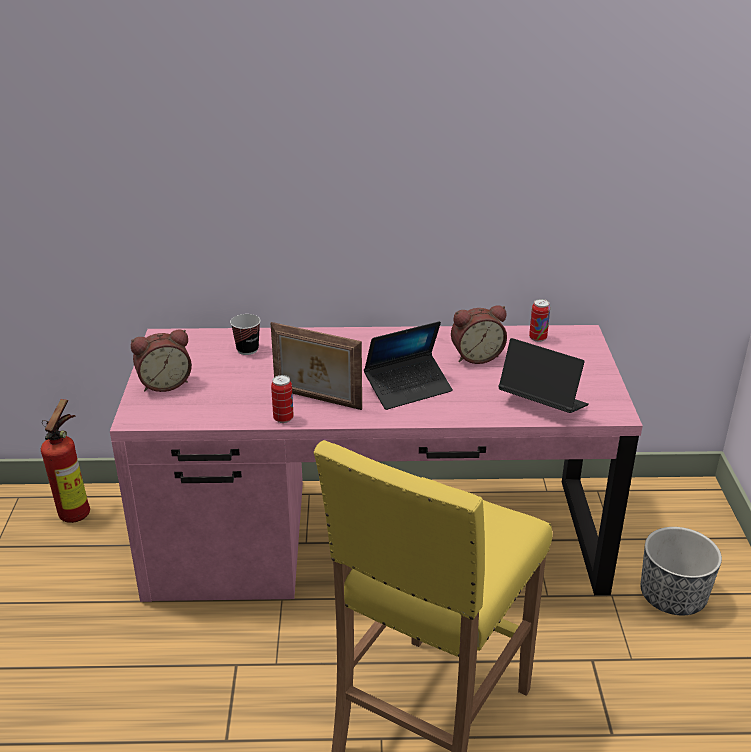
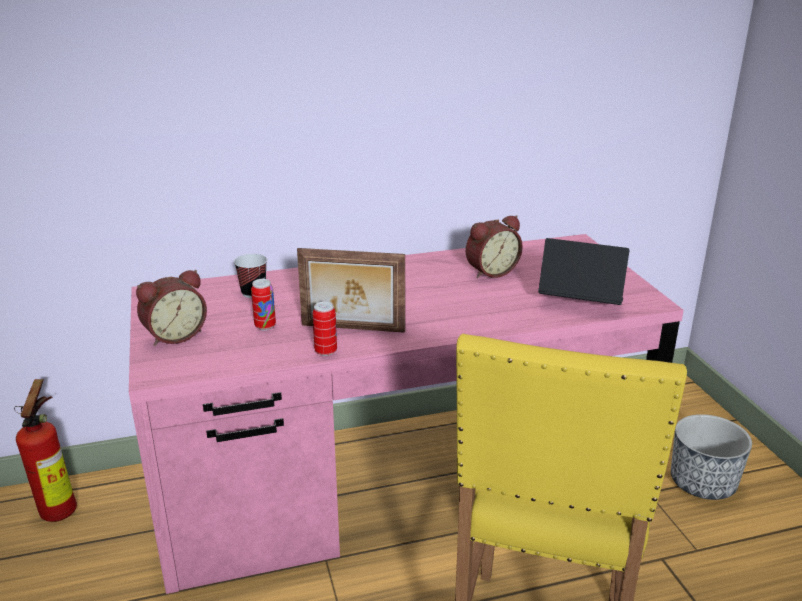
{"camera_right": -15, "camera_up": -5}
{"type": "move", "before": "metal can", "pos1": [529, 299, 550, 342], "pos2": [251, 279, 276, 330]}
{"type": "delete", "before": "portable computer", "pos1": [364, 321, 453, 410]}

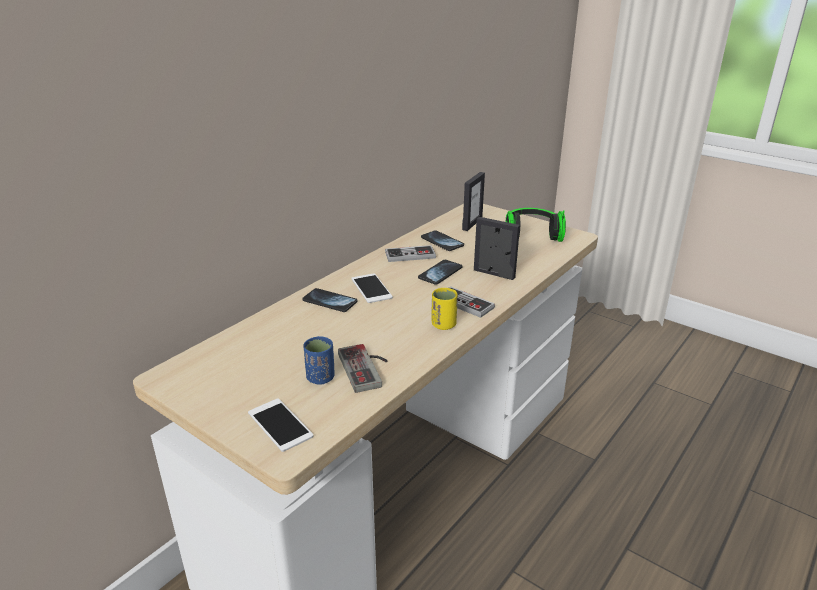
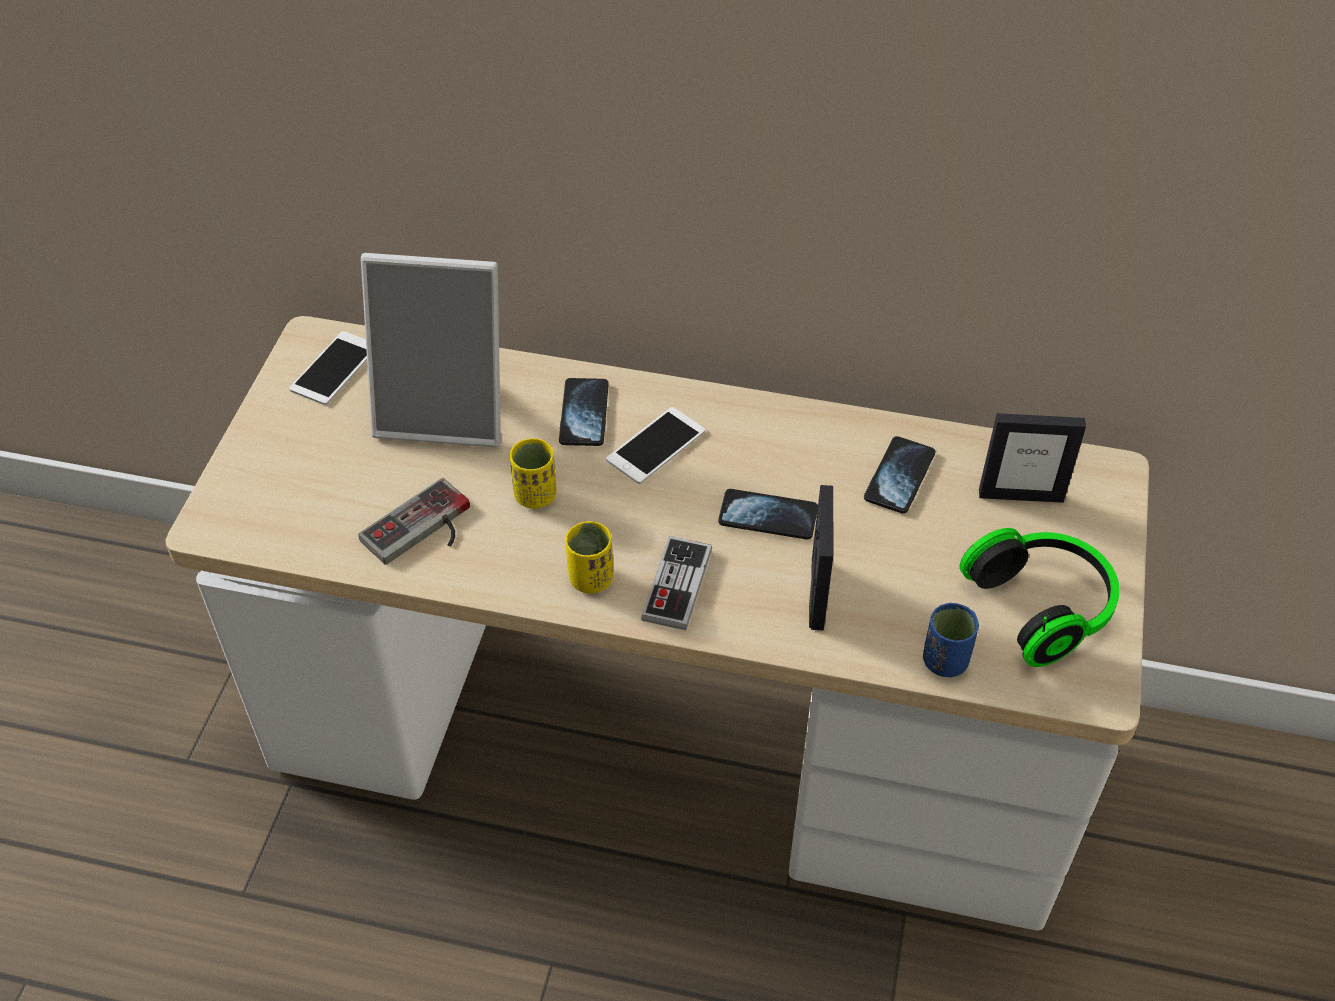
{"camera_right": 65, "camera_up": 20}
{"type": "move", "before": "handset", "pos1": [248, 398, 314, 452], "pos2": [289, 331, 367, 405]}
{"type": "insert", "after": "picture frame", "pos2": [361, 253, 501, 447]}
{"type": "insert", "after": "yellow small cup", "pos2": [510, 438, 556, 509]}
{"type": "move", "before": "bluish small cup", "pos1": [303, 336, 334, 385], "pos2": [923, 603, 979, 677]}
{"type": "delete", "before": "game controller", "pos1": [385, 245, 436, 262]}

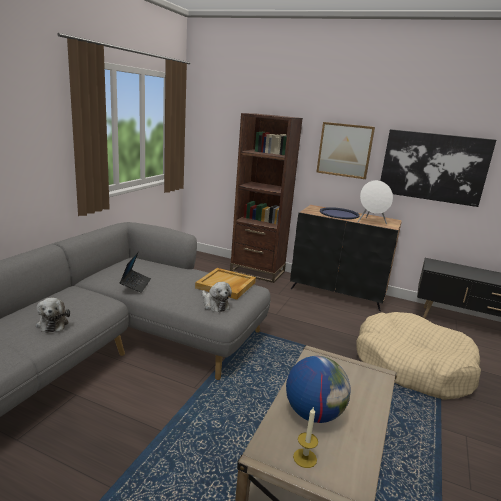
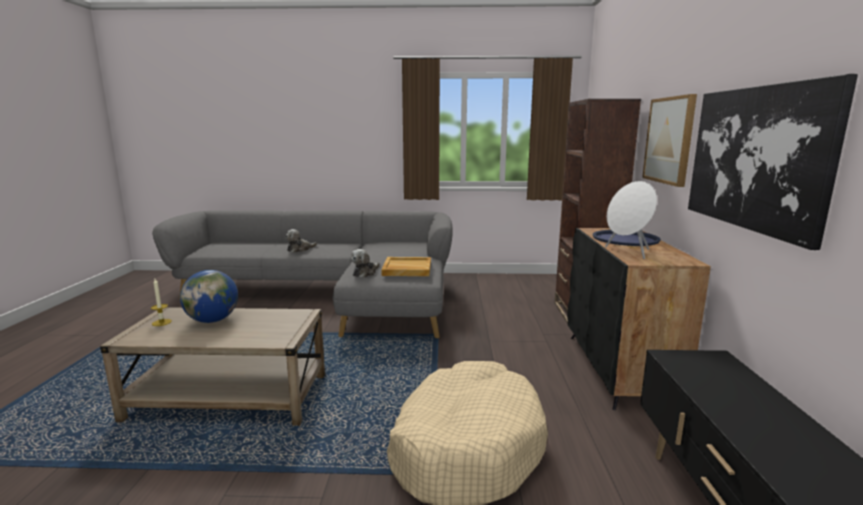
{"camera_right": 70, "camera_up": -5}
{"type": "delete", "before": "portable computer", "pos1": [119, 252, 151, 293]}

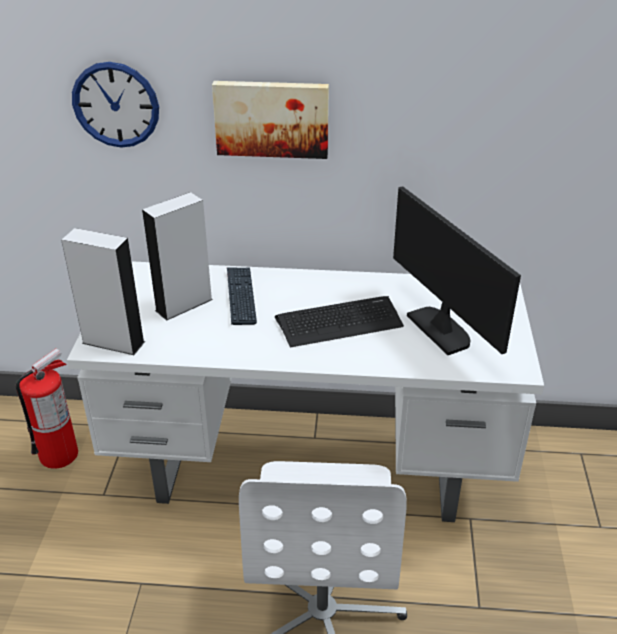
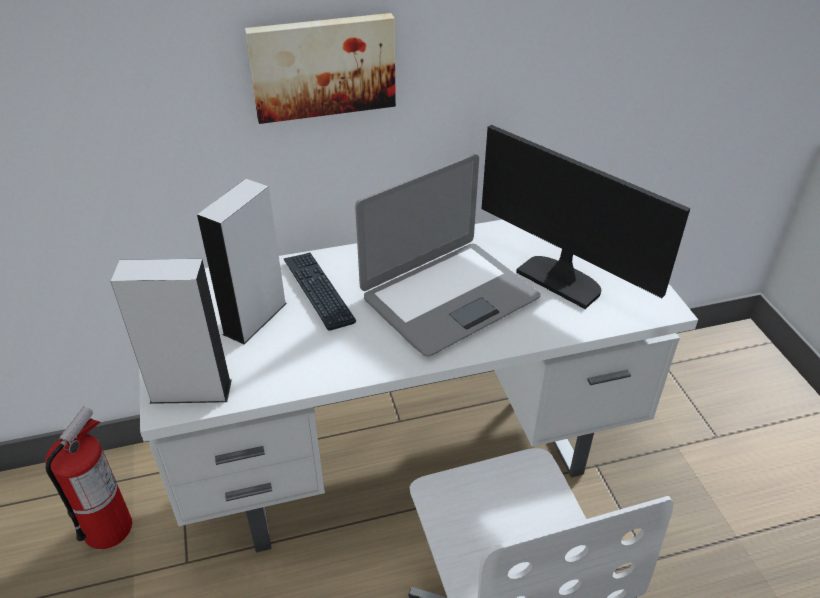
{"camera_right": -20, "camera_up": 5}
{"type": "replace", "before": "keyboard", "after": "portable computer", "pos1": [275, 296, 404, 347], "pos2": [355, 154, 541, 357]}
{"type": "delete", "before": "clock on the wall", "pos1": [72, 62, 159, 148]}

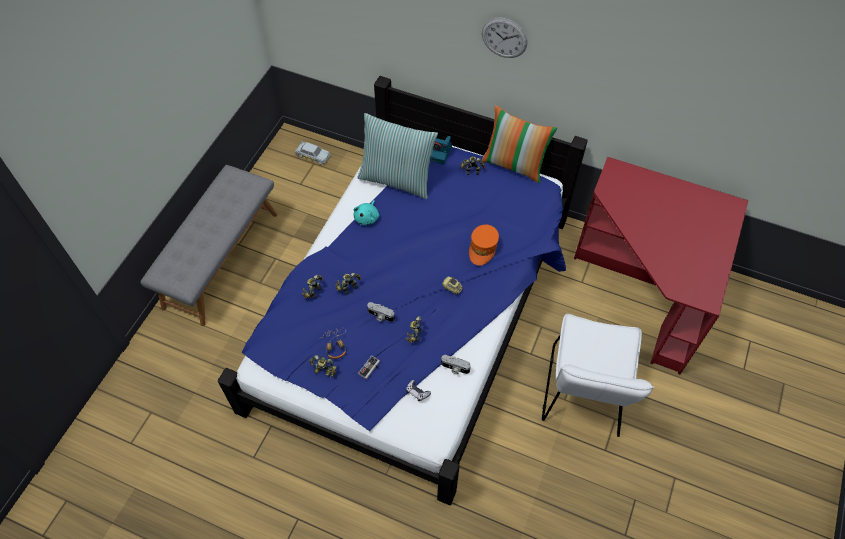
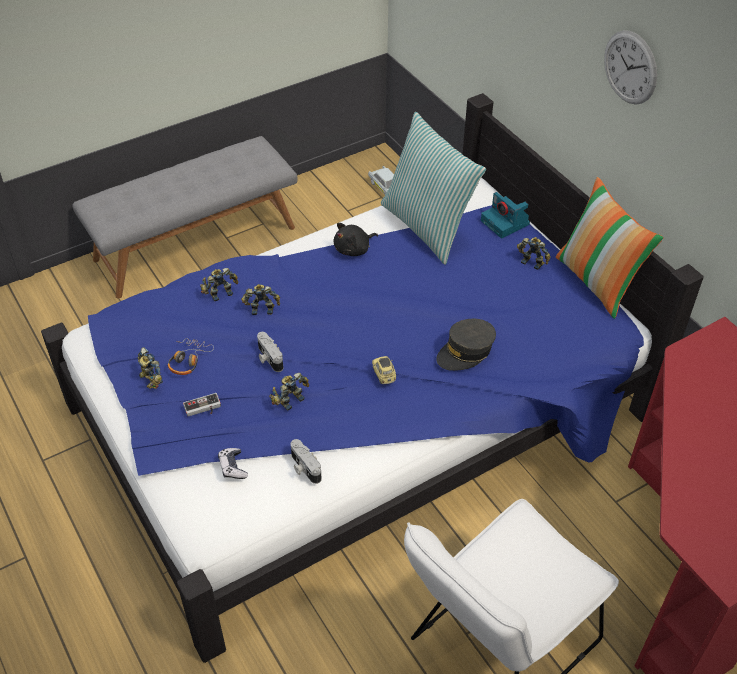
{"camera_right": 35, "camera_up": -10}
{"type": "recolor", "before": "turquoise-coloured plush toy", "after": "black plush toy", "pos1": [354, 200, 379, 225], "pos2": [334, 223, 378, 256]}
{"type": "recolor", "before": "orangey peaked cap", "after": "grey peaked cap", "pos1": [469, 225, 499, 265], "pos2": [436, 319, 496, 371]}

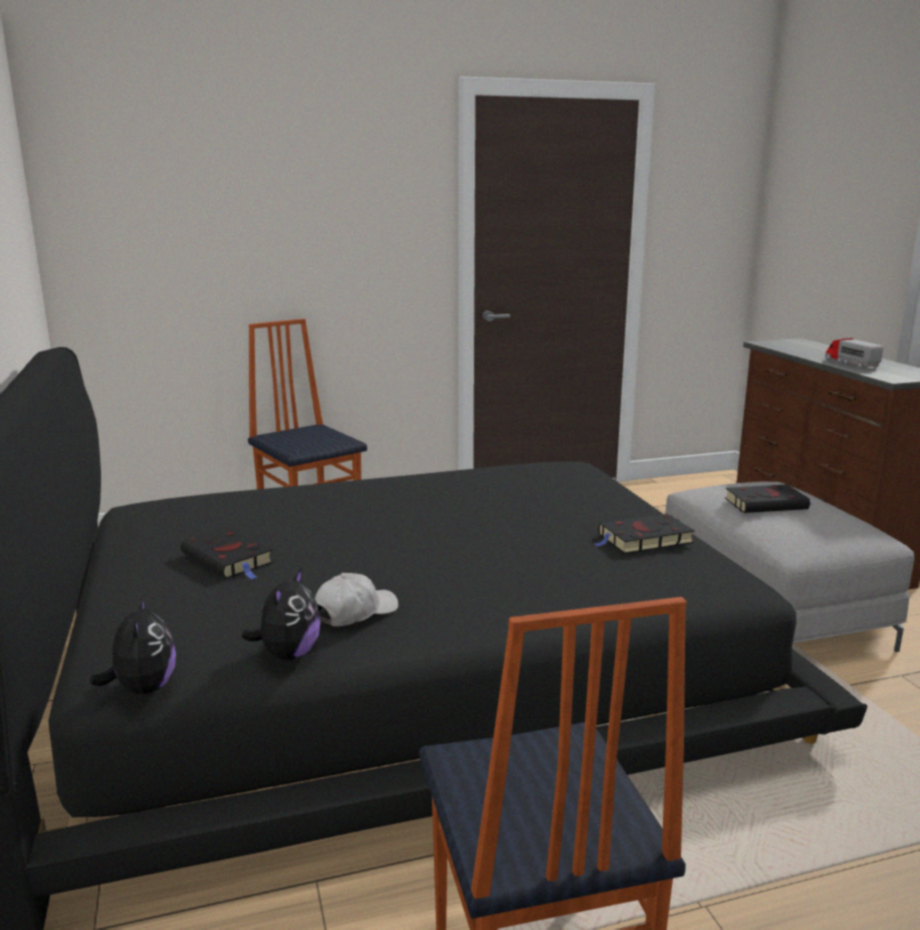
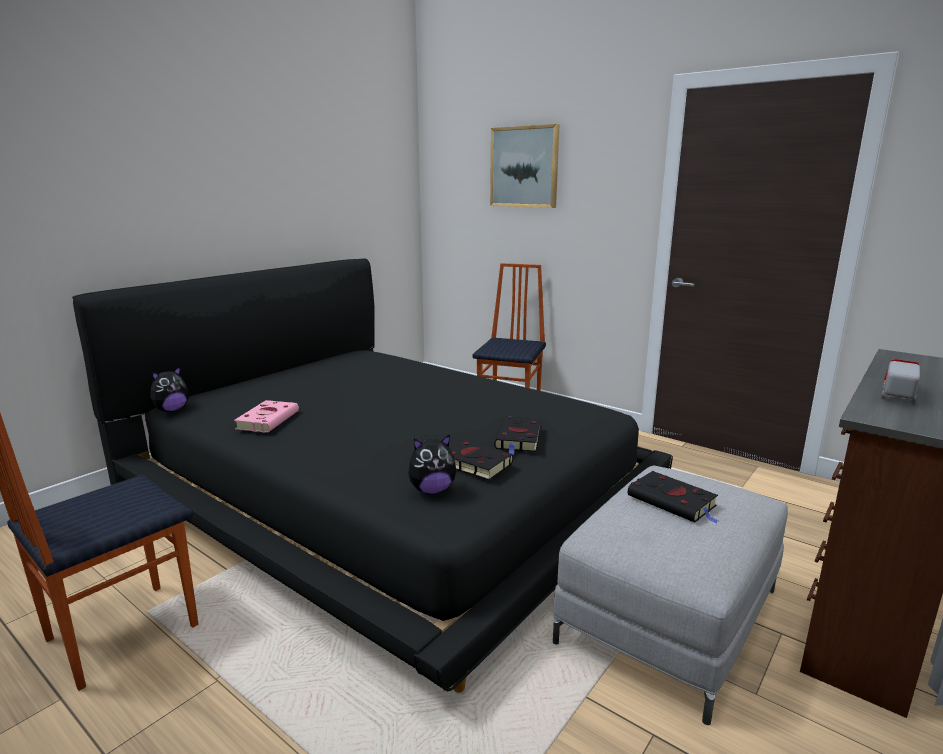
{"camera_right": 55, "camera_up": 0}
{"type": "replace", "before": "white-coloured peaked cap", "after": "pink-coloured bound book", "pos1": [315, 573, 398, 626], "pos2": [234, 400, 299, 433]}
{"type": "move", "before": "plush toy", "pos1": [242, 567, 321, 660], "pos2": [408, 434, 456, 494]}
{"type": "insert", "after": "wall art", "pos2": [490, 124, 560, 208]}
{"type": "move", "before": "black bound book", "pos1": [180, 527, 273, 579], "pos2": [494, 416, 541, 456]}

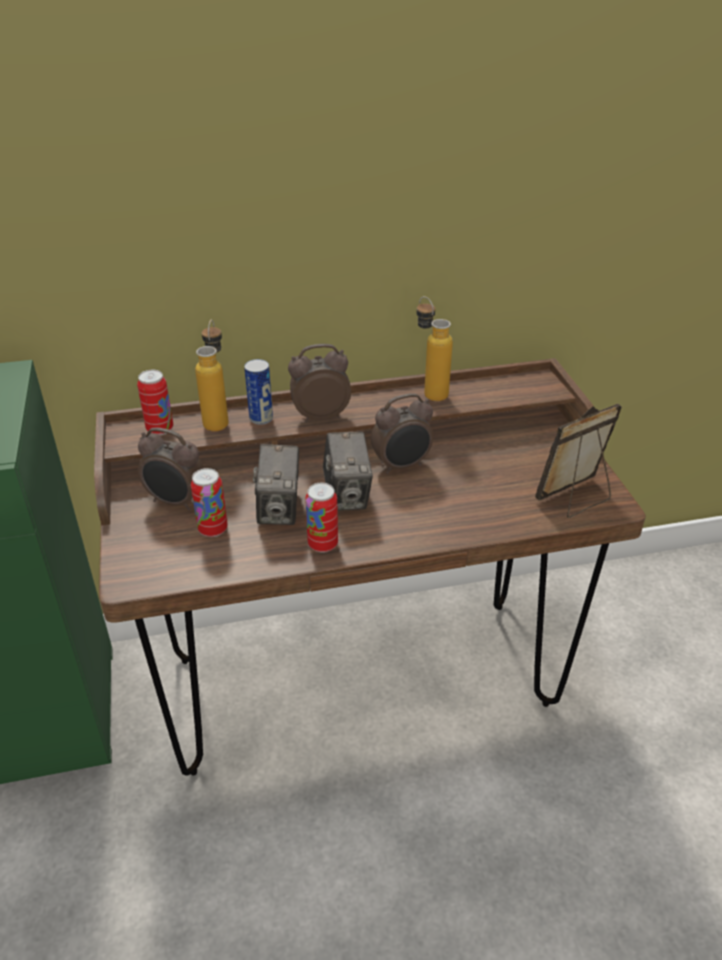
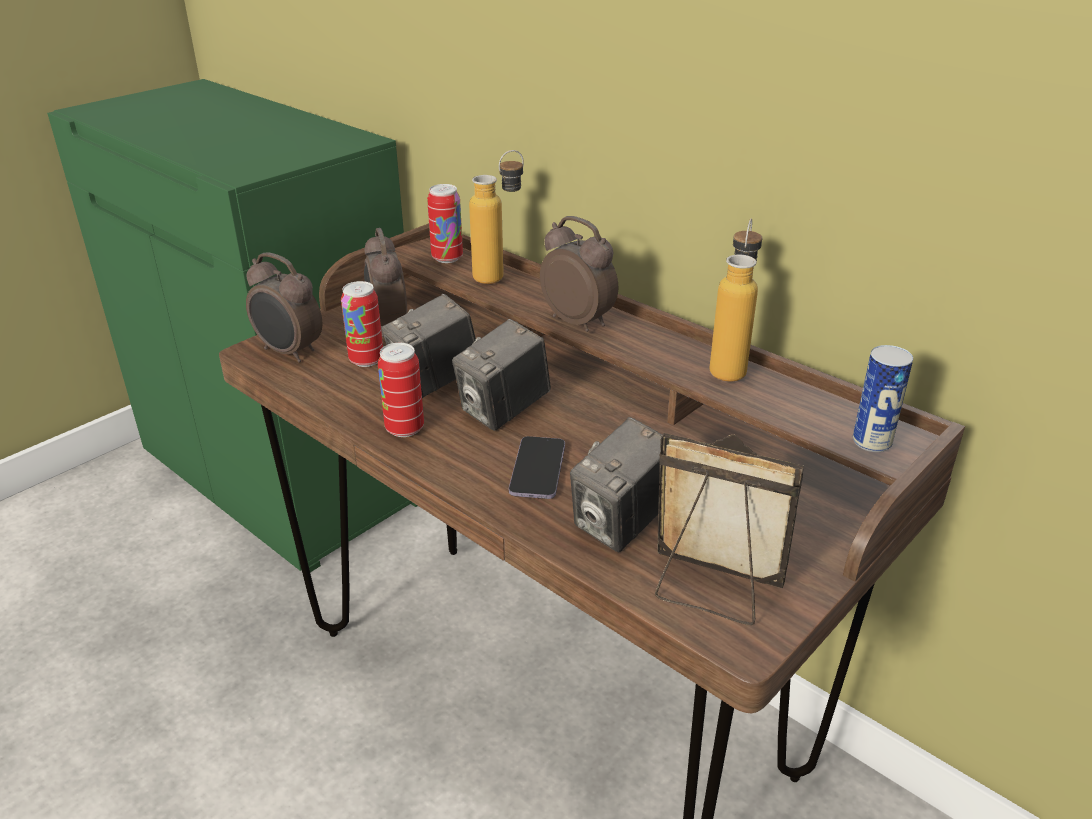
{"camera_right": 55, "camera_up": -5}
{"type": "move", "before": "alarm clock", "pos1": [371, 393, 434, 474], "pos2": [246, 252, 322, 363]}
{"type": "insert", "after": "handset", "pos2": [509, 436, 565, 499]}
{"type": "insert", "after": "still camera", "pos2": [570, 417, 662, 552]}
{"type": "move", "before": "metal can", "pos1": [244, 359, 273, 425], "pos2": [853, 345, 913, 452]}

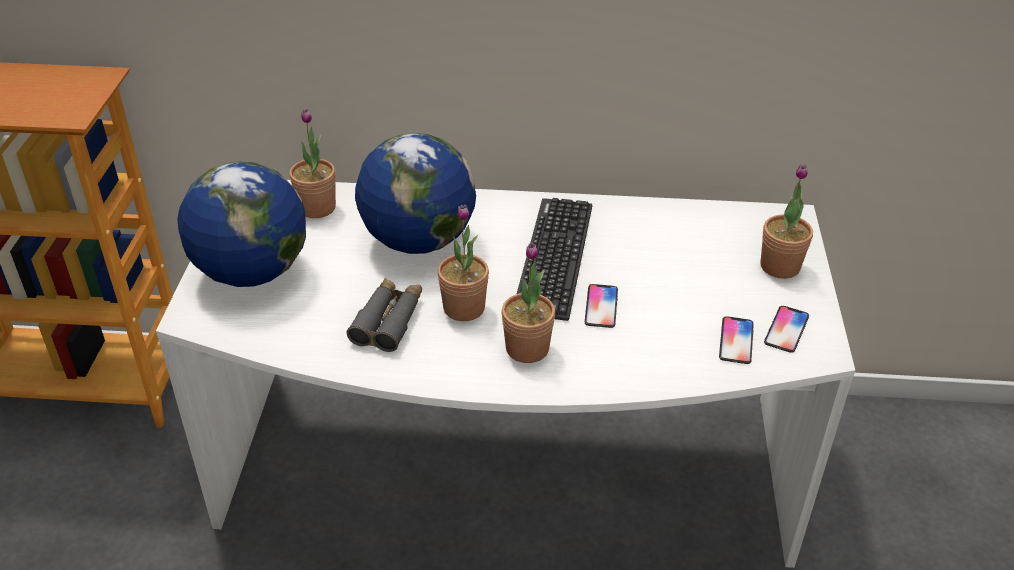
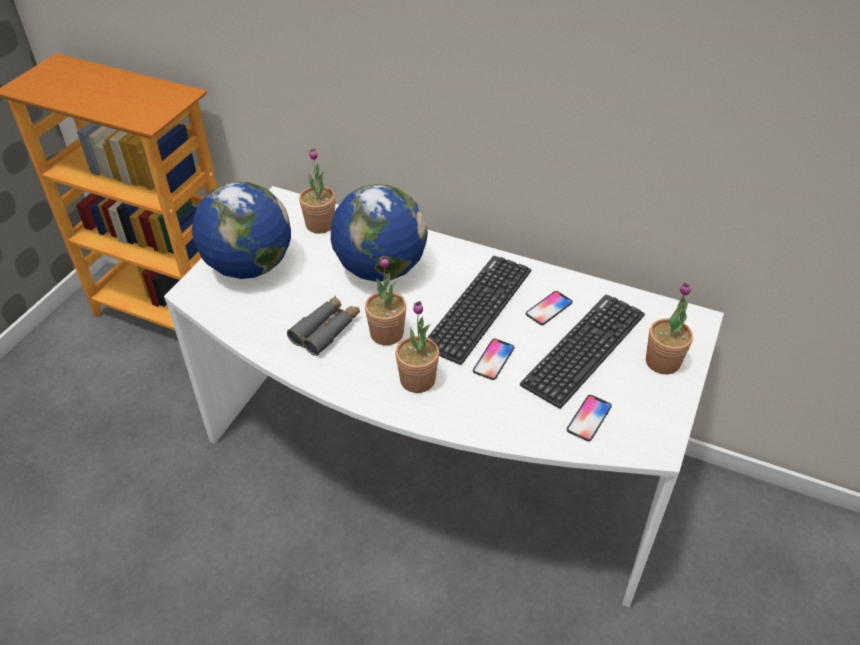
{"camera_right": 20, "camera_up": 5}
{"type": "insert", "after": "keyboard", "pos2": [520, 294, 645, 409]}
{"type": "move", "before": "handset", "pos1": [764, 306, 809, 353], "pos2": [526, 291, 573, 325]}

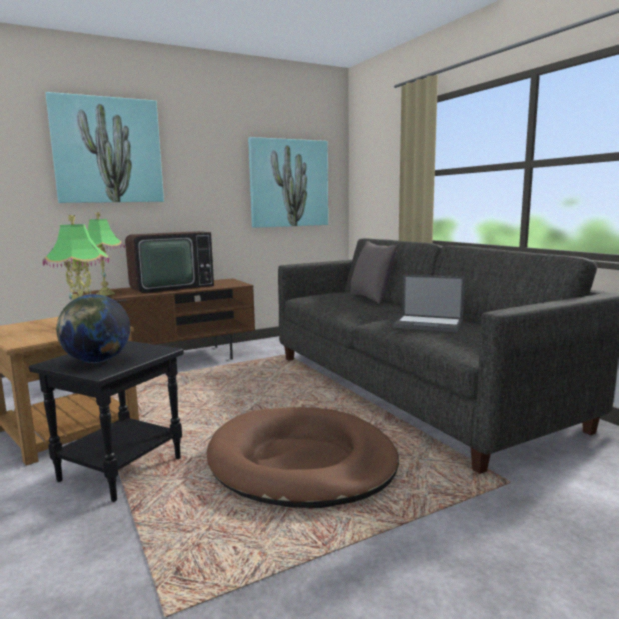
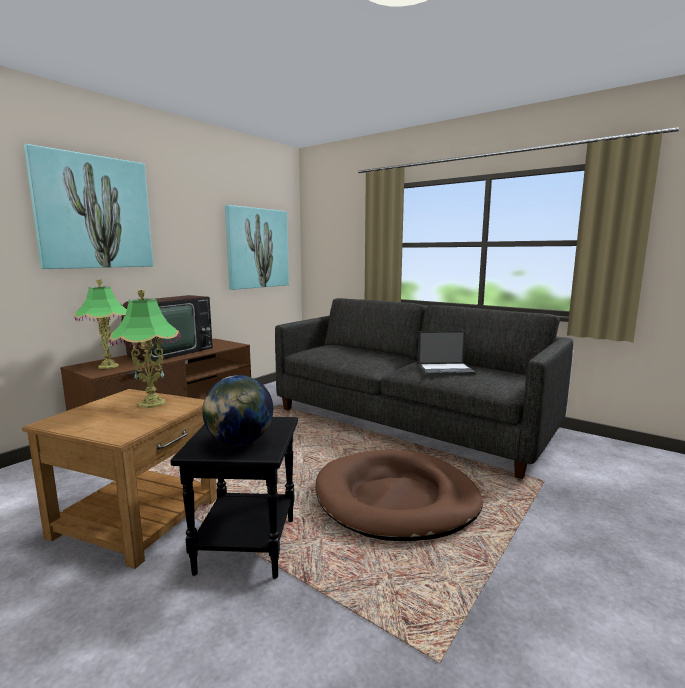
{"camera_right": -25, "camera_up": 0}
{"type": "delete", "before": "grey throw pillow", "pos1": [351, 241, 398, 304]}

